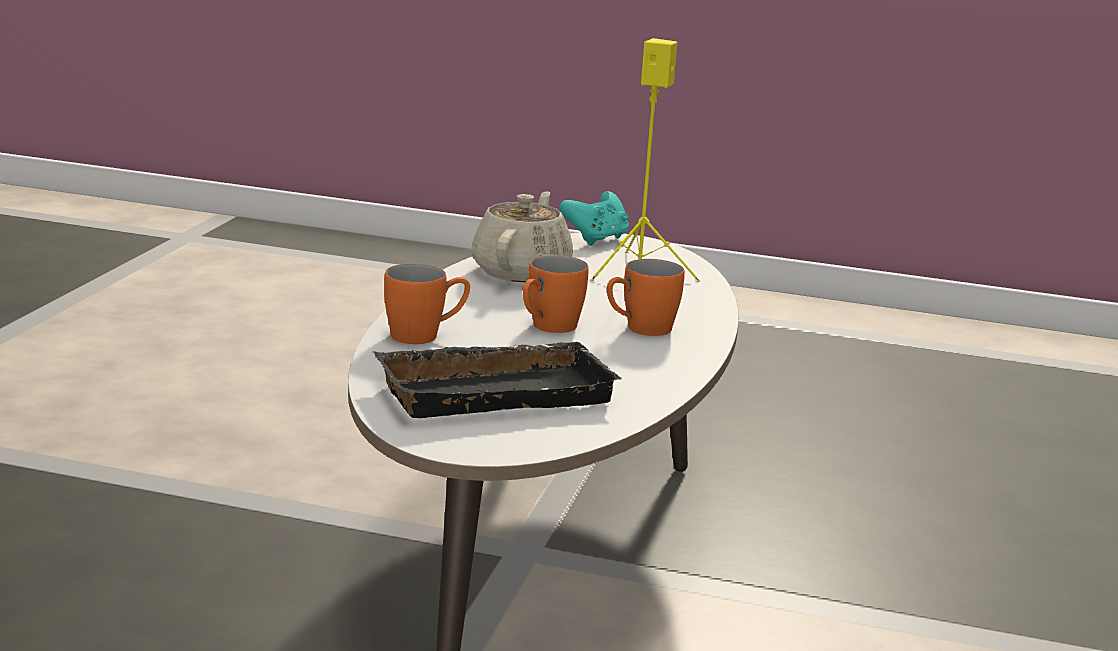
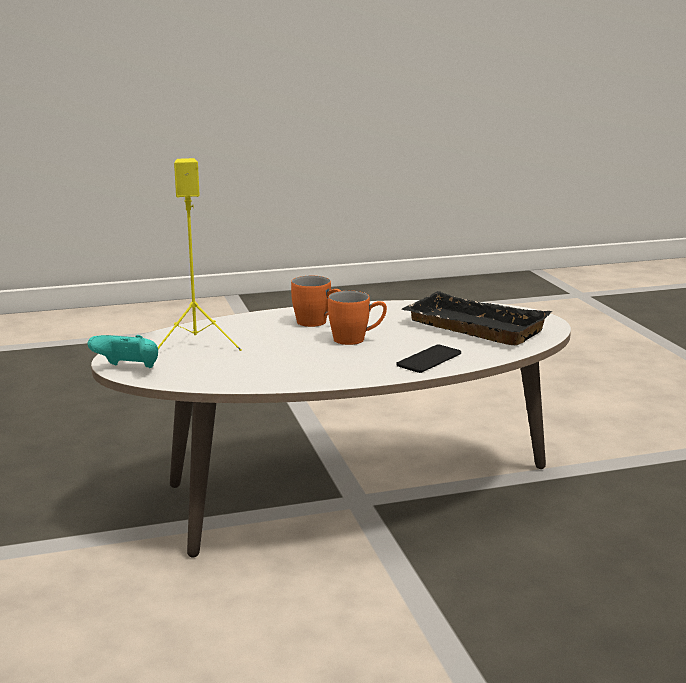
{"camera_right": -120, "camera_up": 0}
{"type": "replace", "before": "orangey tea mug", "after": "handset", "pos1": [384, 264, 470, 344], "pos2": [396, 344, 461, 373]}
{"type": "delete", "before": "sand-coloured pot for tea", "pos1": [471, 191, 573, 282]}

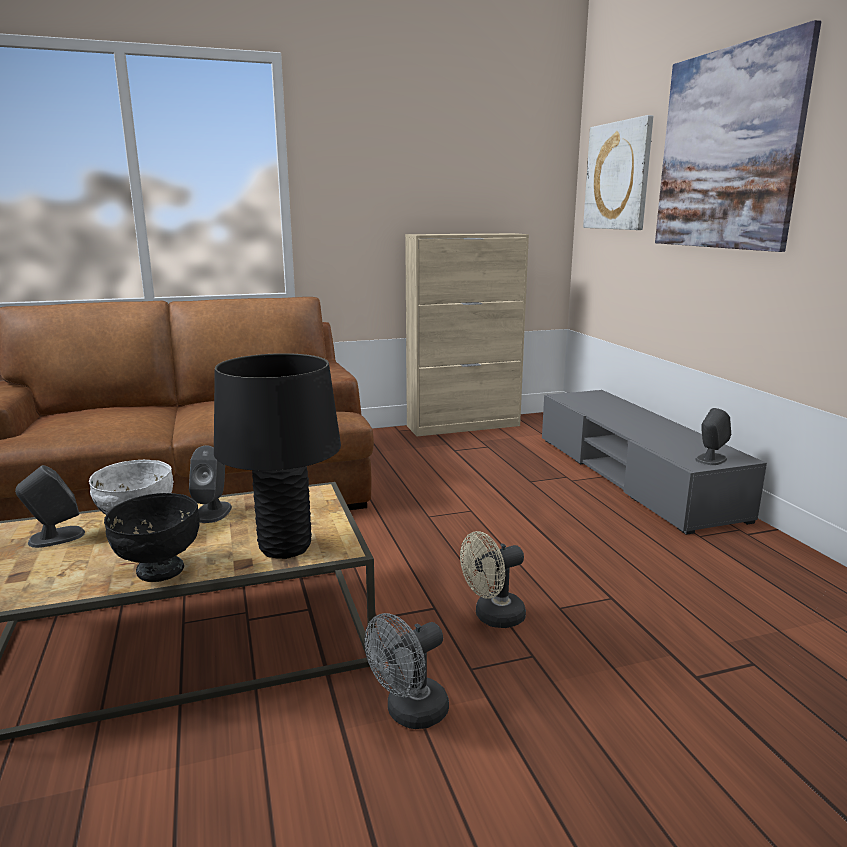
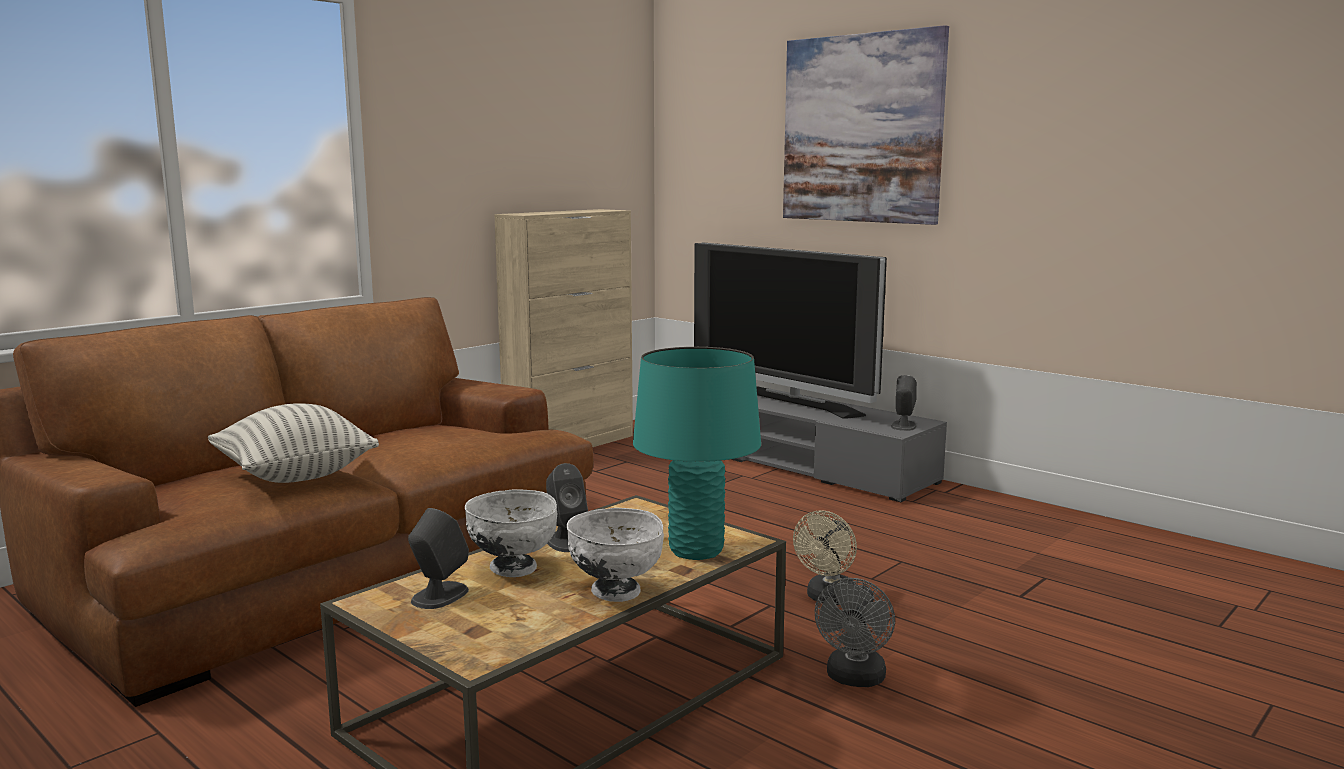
{"camera_right": -30, "camera_up": -5}
{"type": "insert", "after": "throw pillow", "pos2": [208, 403, 379, 483]}
{"type": "recolor", "before": "black serving bowl", "after": "white-coloured serving bowl", "pos1": [104, 493, 200, 582], "pos2": [567, 508, 664, 602]}
{"type": "recolor", "before": "black table lamp", "after": "turquoise-coloured table lamp", "pos1": [214, 353, 341, 559], "pos2": [633, 347, 761, 560]}
{"type": "insert", "after": "TV set", "pos2": [694, 243, 887, 419]}
{"type": "delete", "before": "wall art", "pos1": [583, 115, 653, 230]}

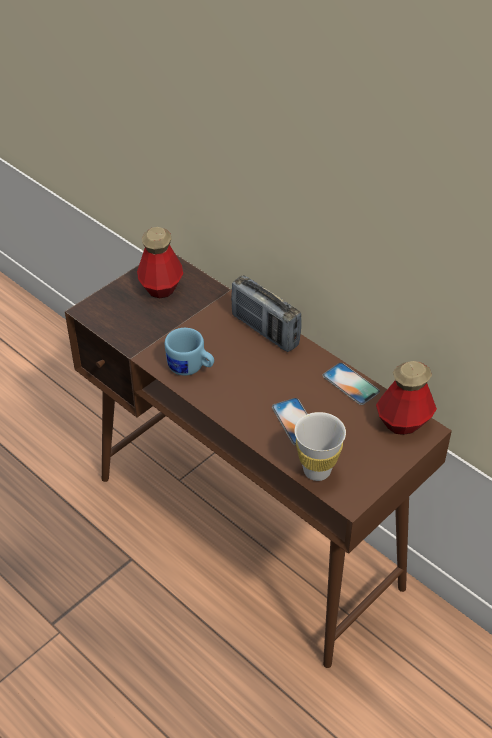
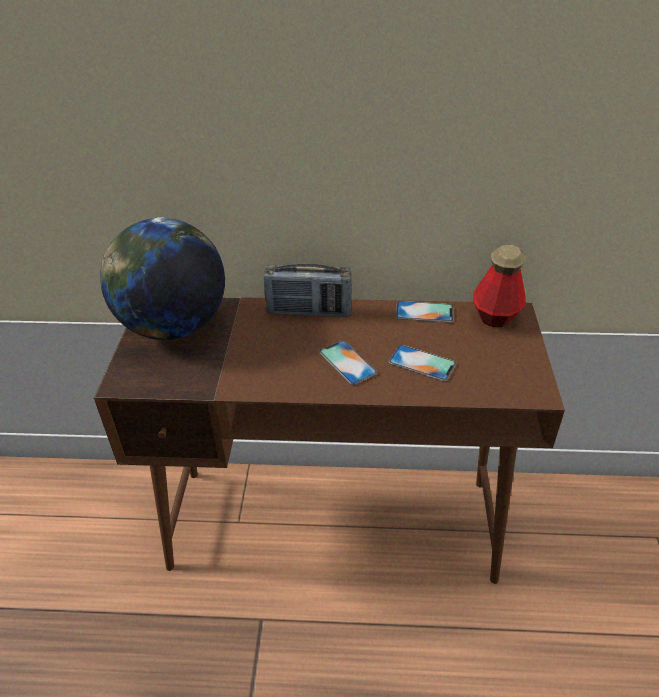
{"camera_right": -40, "camera_up": -5}
{"type": "replace", "before": "drink bottle", "after": "desk globe", "pos1": [137, 227, 183, 298], "pos2": [100, 217, 225, 340]}
{"type": "insert", "after": "handset", "pos2": [319, 340, 377, 385]}
{"type": "delete", "before": "bluish tea mug", "pos1": [165, 328, 214, 376]}
{"type": "delete", "before": "white-coloured small cup", "pos1": [295, 412, 346, 481]}

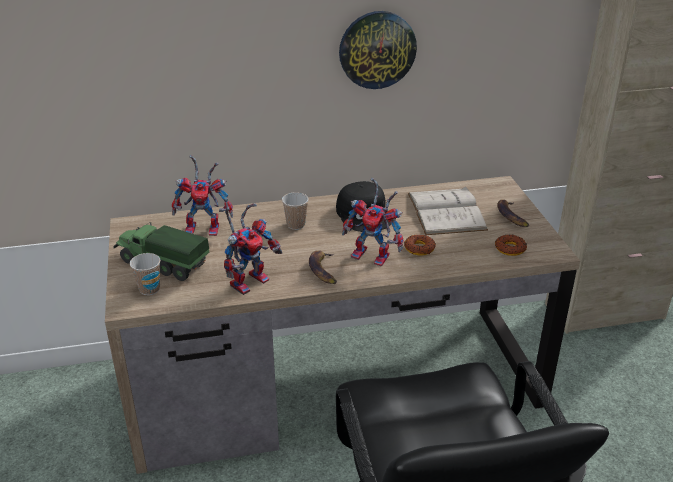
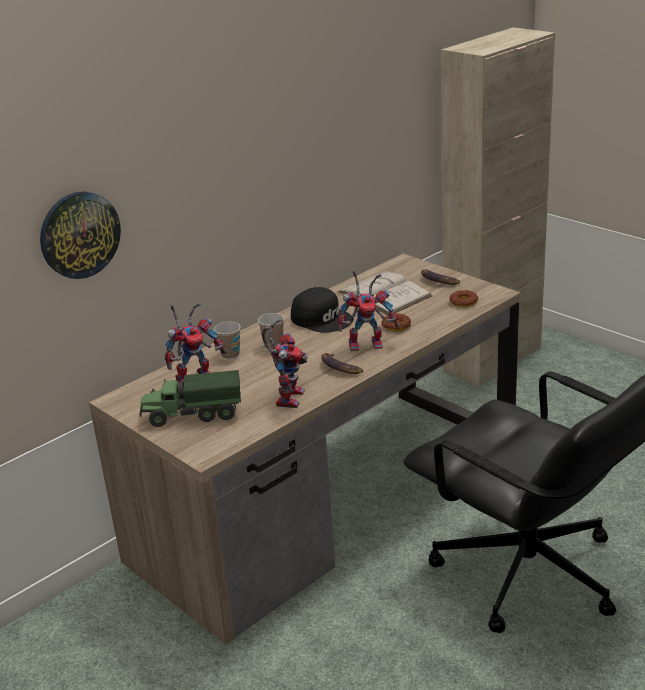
{"camera_right": -30, "camera_up": -5}
{"type": "move", "before": "clock on the wall", "pos1": [339, 11, 417, 89], "pos2": [40, 191, 121, 279]}
{"type": "move", "before": "small cup", "pos1": [130, 253, 160, 295], "pos2": [214, 322, 241, 359]}

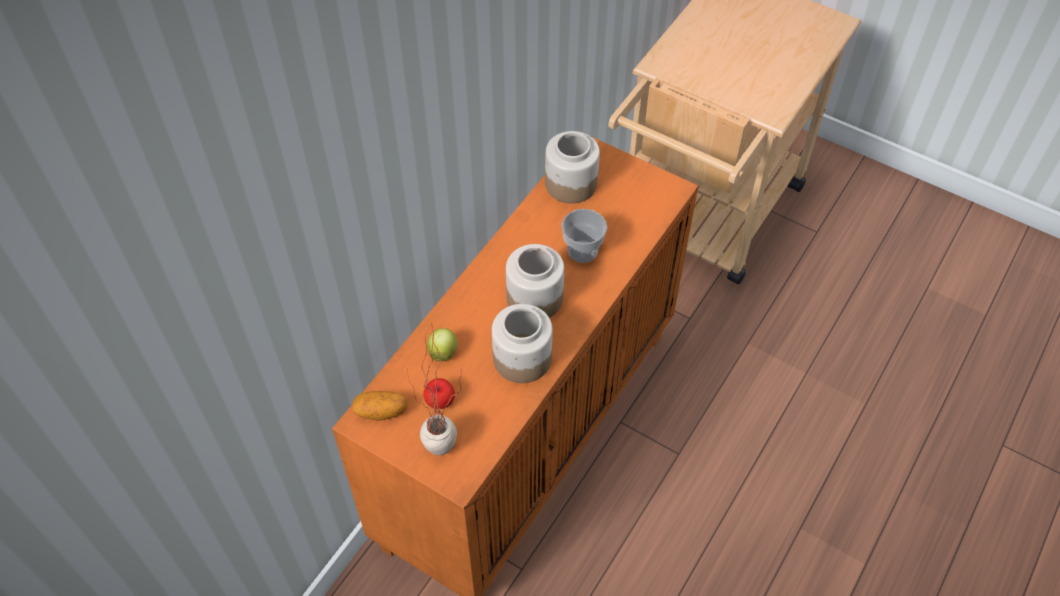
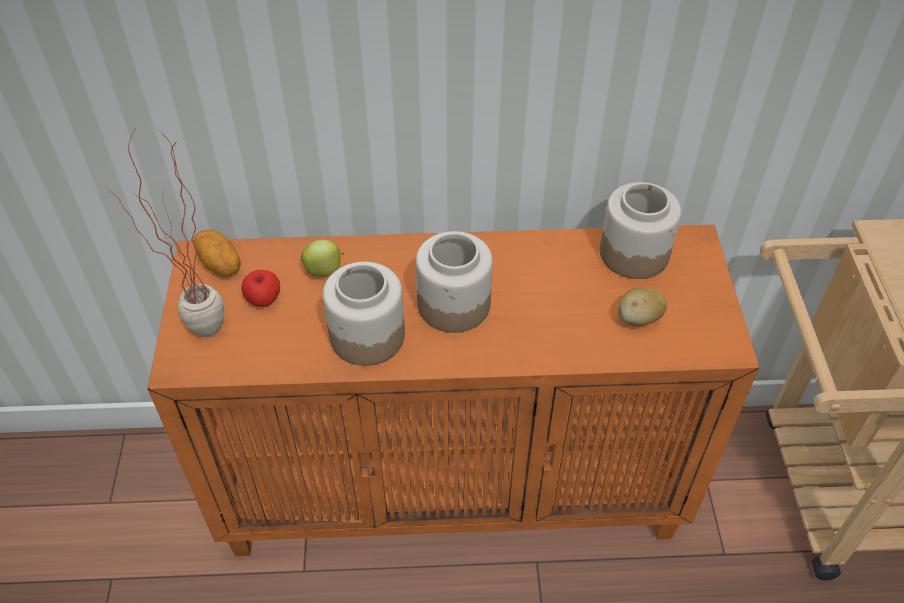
{"camera_right": 55, "camera_up": -5}
{"type": "insert", "after": "potato", "pos2": [618, 288, 667, 326]}
{"type": "delete", "before": "small cup", "pos1": [561, 209, 607, 263]}

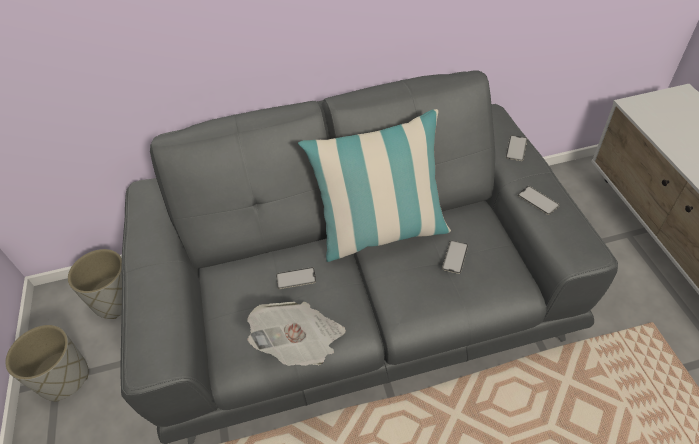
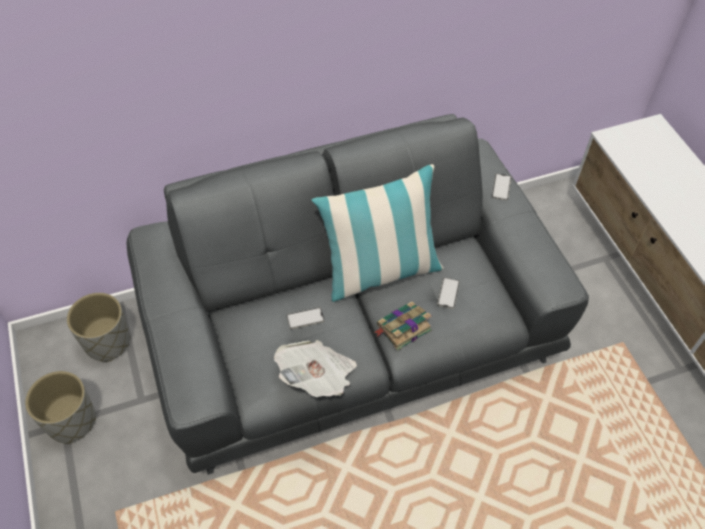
{"camera_right": -10, "camera_up": 5}
{"type": "insert", "after": "bound book", "pos2": [374, 302, 432, 351]}
{"type": "delete", "before": "handset", "pos1": [518, 186, 560, 215]}

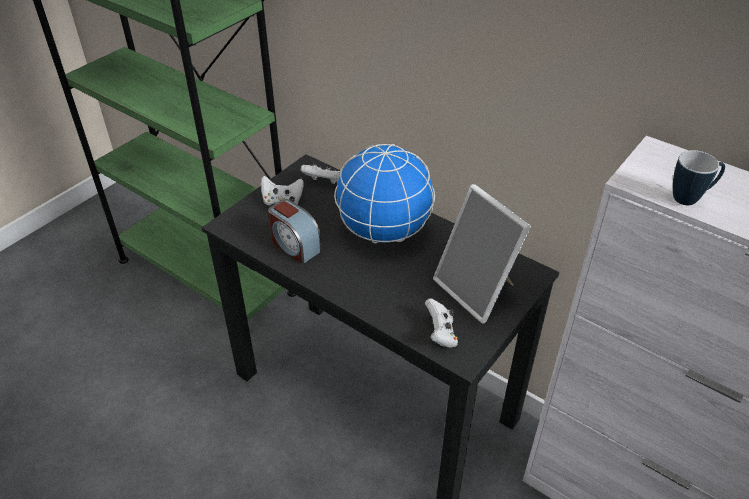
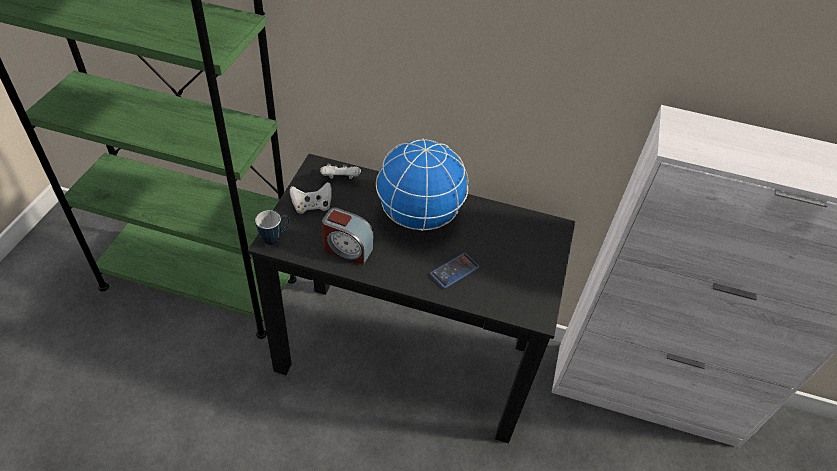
{"camera_right": -25, "camera_up": 5}
{"type": "move", "before": "tea mug", "pos1": [673, 150, 725, 205], "pos2": [255, 210, 290, 245]}
{"type": "insert", "after": "handset", "pos2": [430, 253, 480, 289]}
{"type": "delete", "before": "white-coloured game controller", "pos1": [425, 298, 458, 348]}
{"type": "delete", "before": "picture frame", "pos1": [433, 184, 531, 323]}

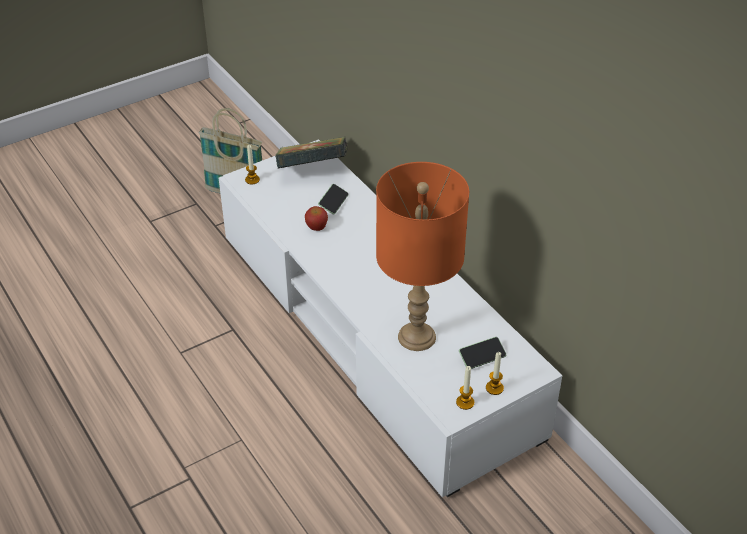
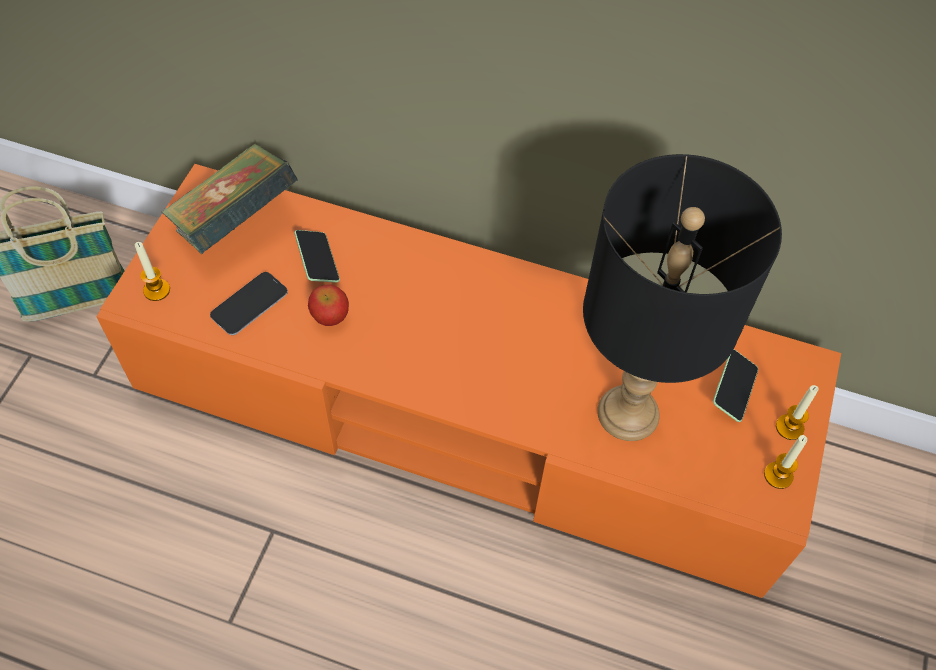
{"camera_right": -40, "camera_up": 15}
{"type": "recolor", "before": "white-coloured media console", "after": "orangey media console", "pos1": [219, 139, 562, 497], "pos2": [96, 164, 841, 598]}
{"type": "insert", "after": "handset", "pos2": [210, 272, 288, 335]}
{"type": "recolor", "before": "orangey table lamp", "after": "black table lamp", "pos1": [376, 162, 469, 351], "pos2": [583, 154, 782, 441]}

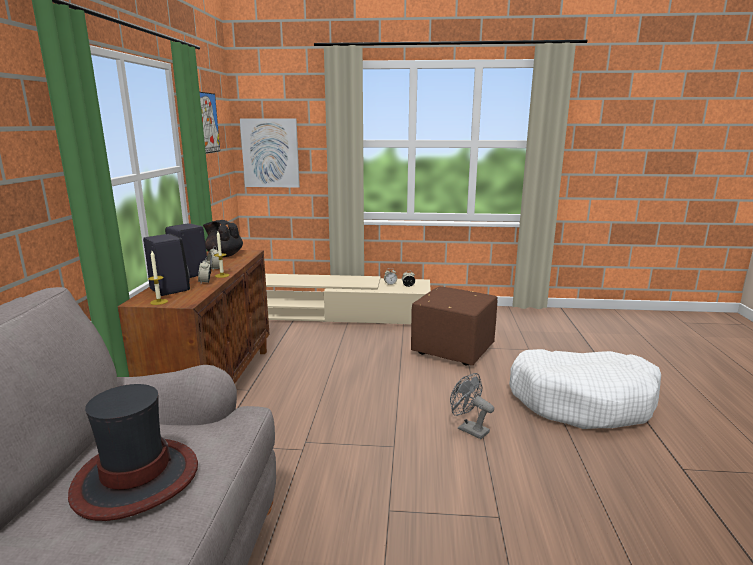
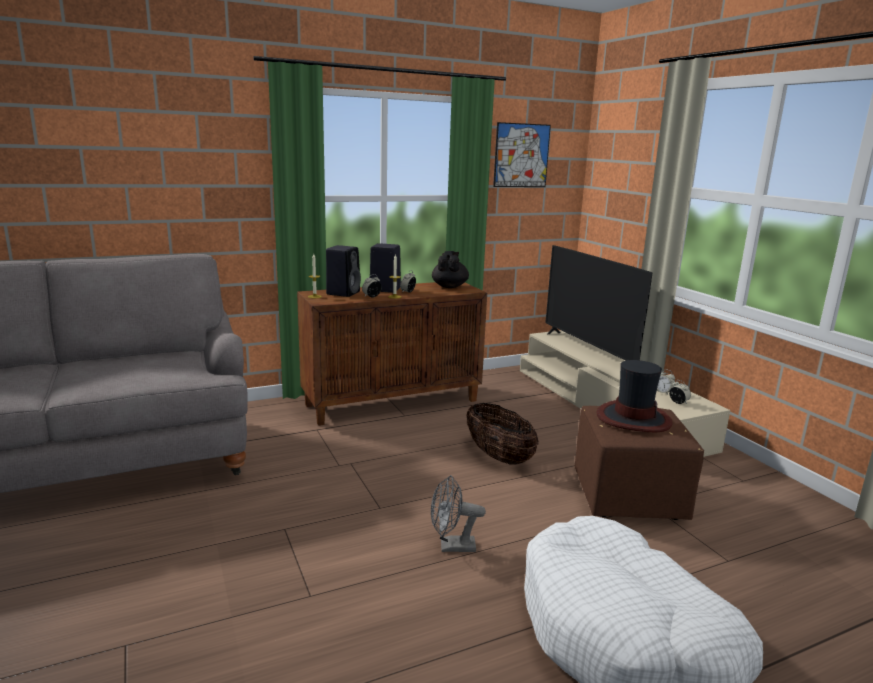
{"camera_right": 60, "camera_up": 0}
{"type": "rotate", "before": "grey cooling fan", "pos1": [450, 373, 494, 439], "pos2": [431, 475, 486, 552], "turn": -105}
{"type": "insert", "after": "storage basket", "pos2": [466, 403, 538, 465]}
{"type": "insert", "after": "TV set", "pos2": [545, 245, 653, 361]}
{"type": "move", "before": "hat", "pos1": [68, 384, 198, 521], "pos2": [596, 360, 672, 432]}
{"type": "delete", "before": "wall art", "pos1": [240, 118, 300, 188]}

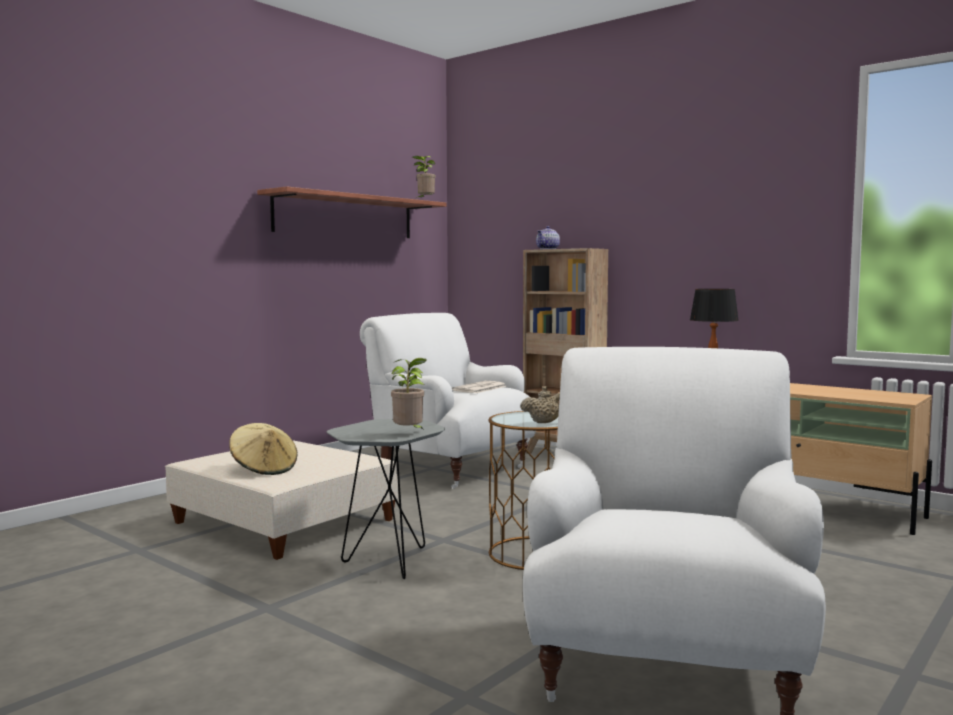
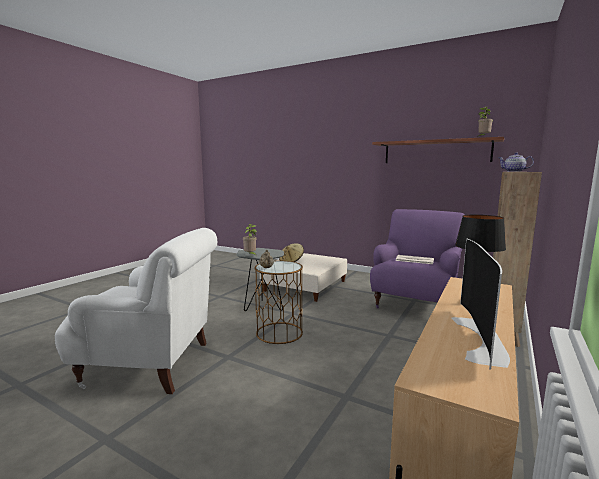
{"camera_right": 80, "camera_up": 5}
{"type": "recolor", "before": "white-coloured lounge chair", "after": "purplish lounge chair", "pos1": [360, 313, 536, 489], "pos2": [370, 209, 464, 308]}
{"type": "insert", "after": "TV set", "pos2": [451, 239, 510, 369]}

